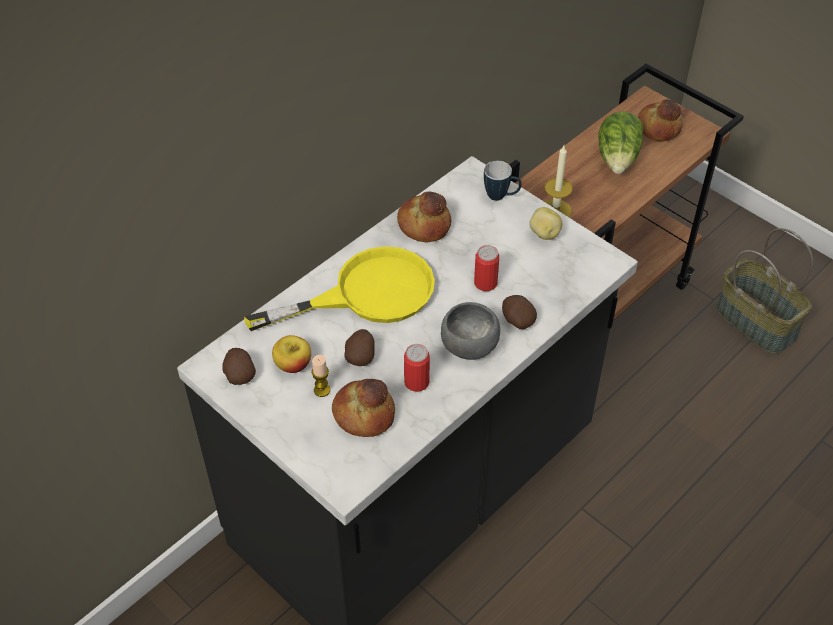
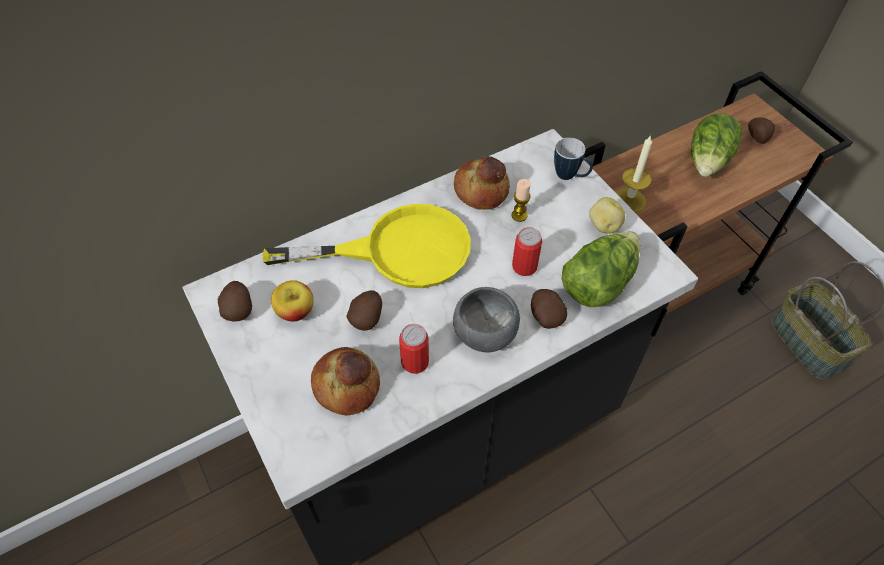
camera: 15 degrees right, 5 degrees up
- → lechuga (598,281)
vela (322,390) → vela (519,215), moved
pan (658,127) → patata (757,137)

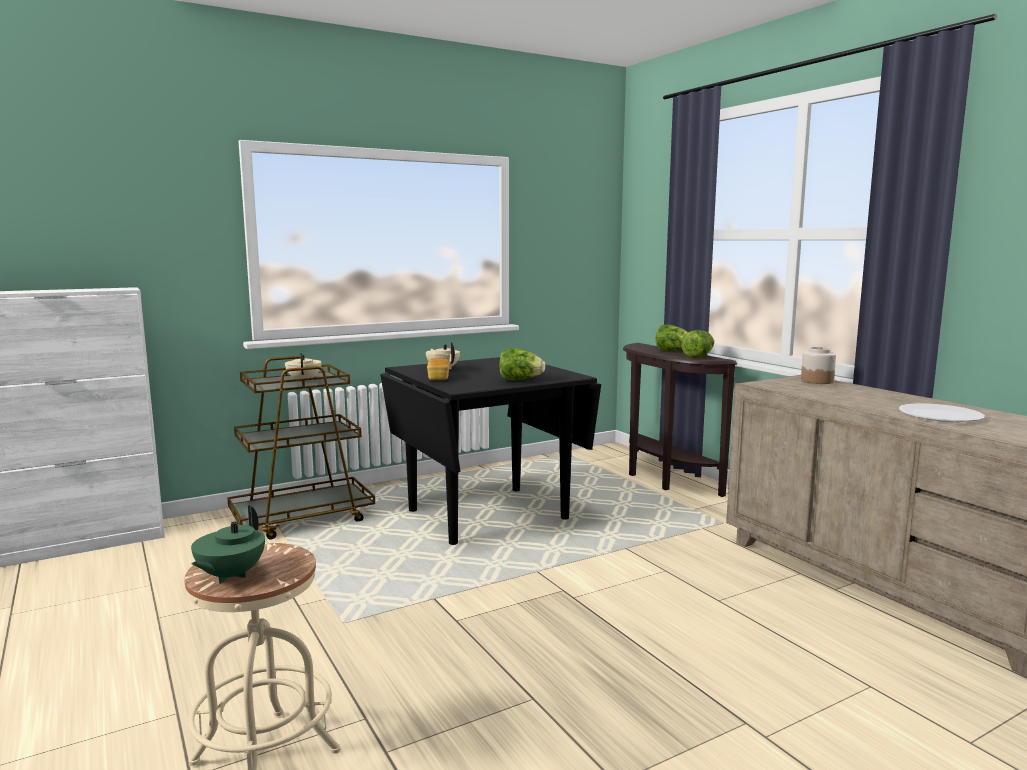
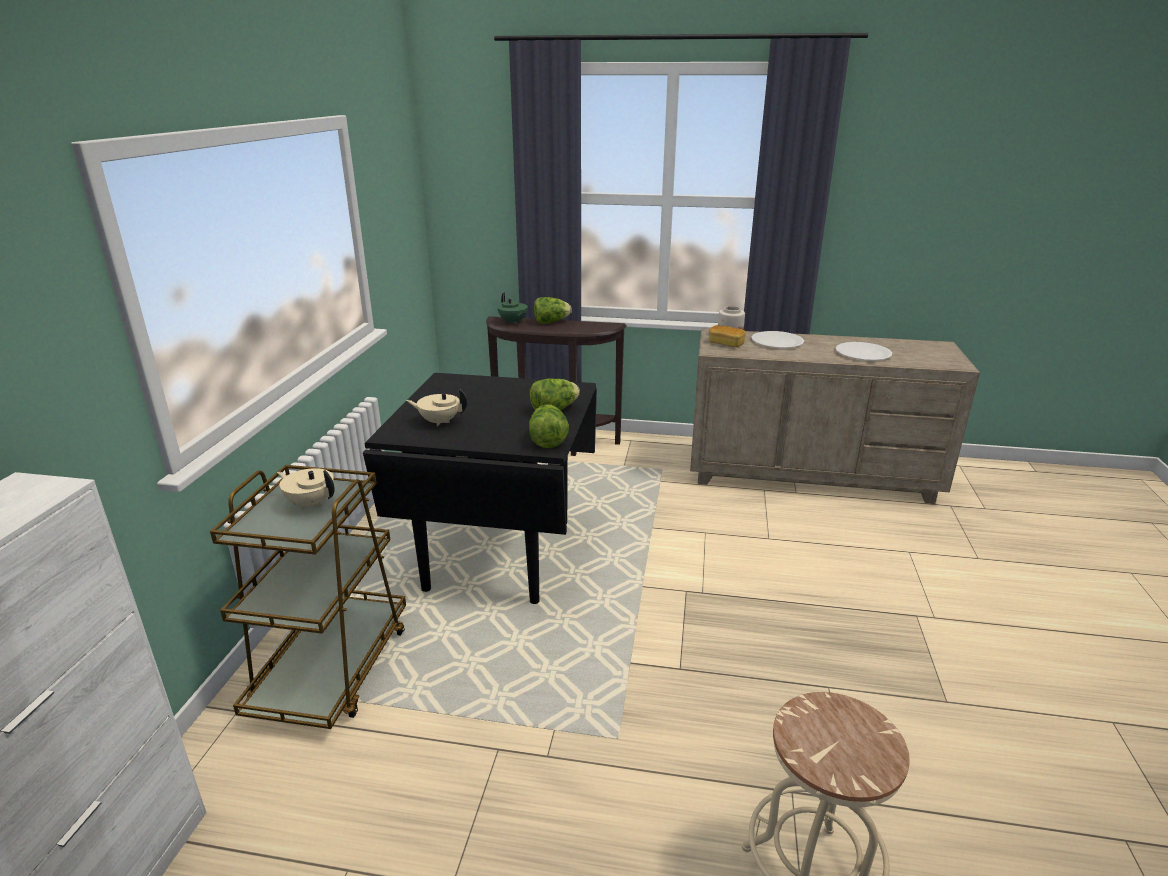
camera: 50 degrees left, 15 degrees up
- → plato [blanco] (777,341)
tetera [verde] (230,576) → tetera [verde] (513,322), moved
pan (438,378) → pan (726,344), moved
lechuga (698,356) → lechuga (547,440), moved

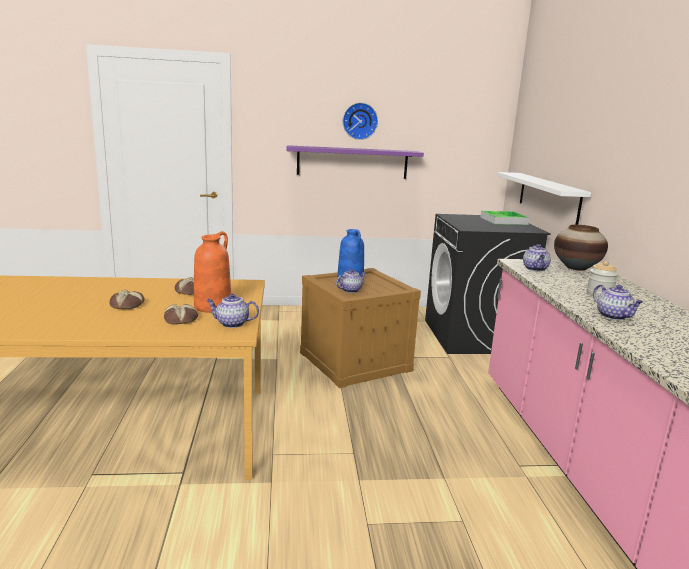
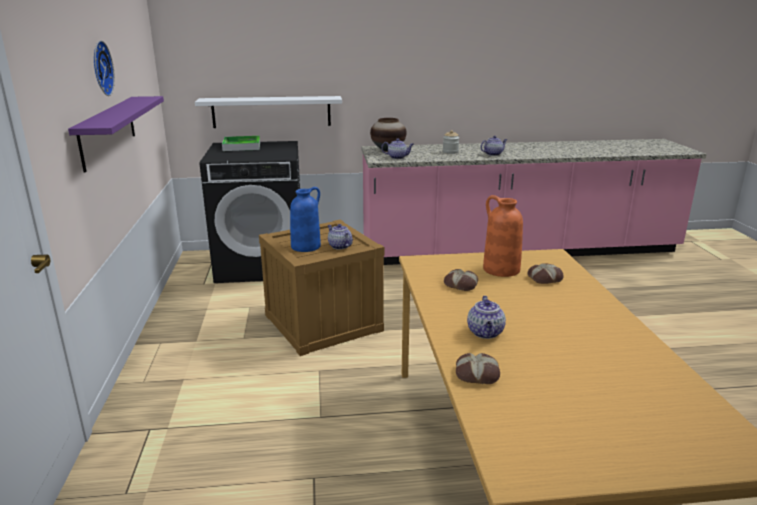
camera: 90 degrees left, 5 degrees up
pan (128,305) → pan (477,373), moved
tetera (231,324) → tetera (485,333), moved

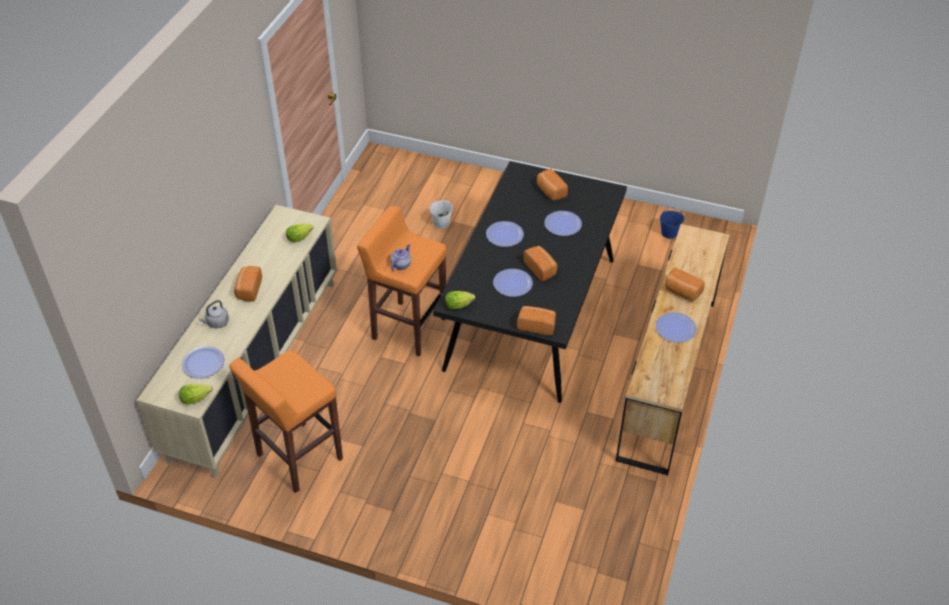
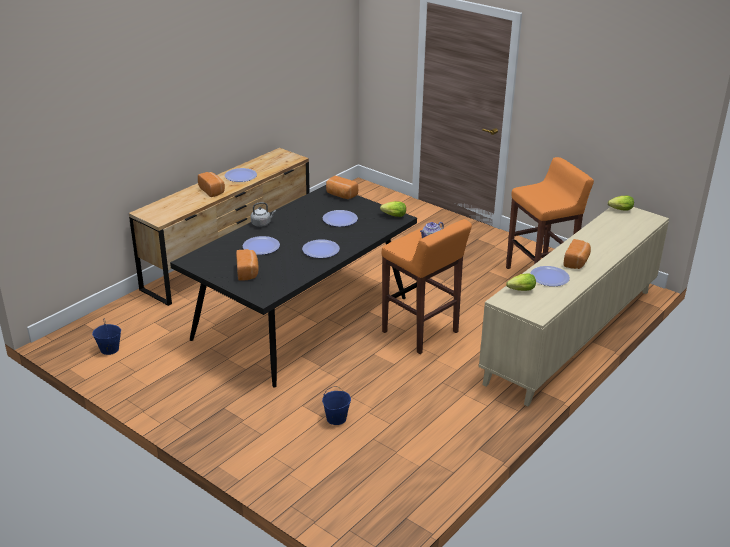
camera: 160 degrees left, 15 degrees down
pan (541,269) → -
plato (203,363) → plato (549,277), moved
hervidor [gris] (217,323) → hervidor [gris] (262,223), moved
cubo [blanco] (441,223) → cubo [azul] (336,419)

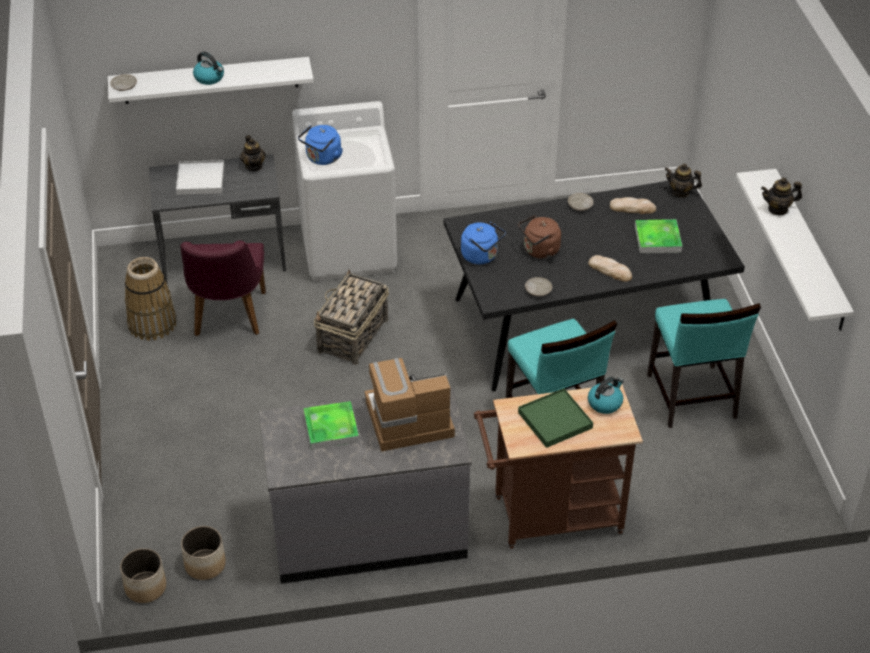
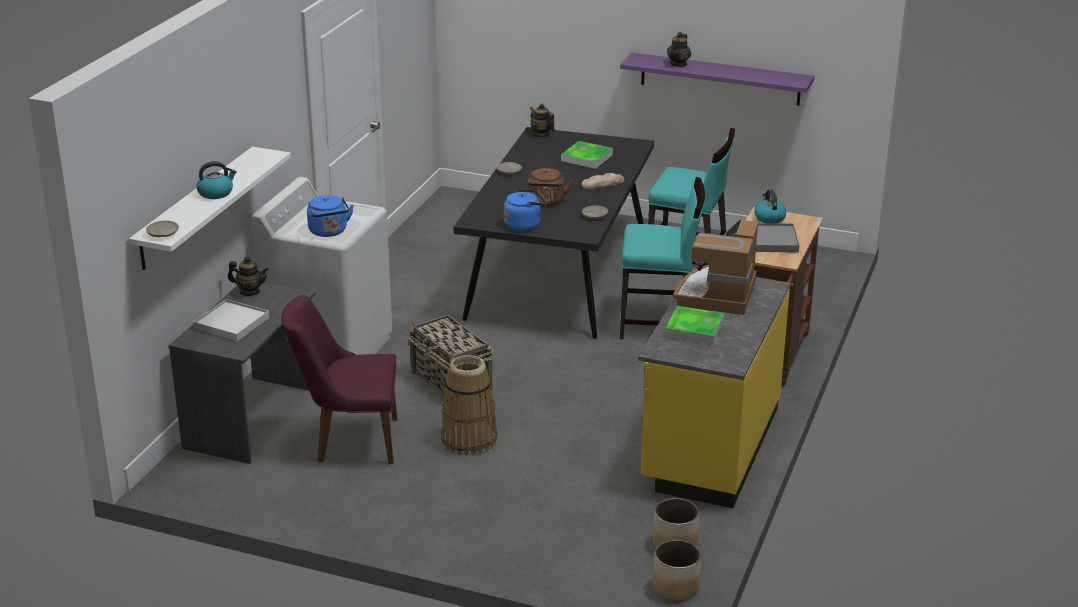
camera: 60 degrees left, 15 degrees down
pan (632,208) → -
cesta (152,323) → cesta (468,440), moved
mueble bajo de cocina [gris] (368,533) → mueble bajo de cocina [amarillo] (709,446)
bandeja [verde] (554,420) → bandeja [gris] (770,241)
estante [blanco] (810,250) → estante [morado] (720,79)
silla [morado] (227,319) → silla [morado] (348,441), 150 degrees clockwise
tetera (680,192) → tetera (541,134), 90 degrees clockwise

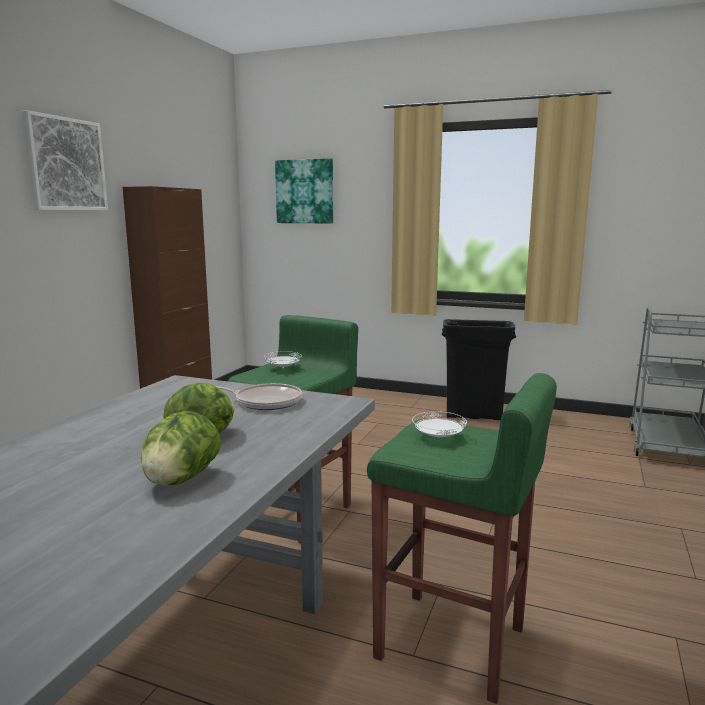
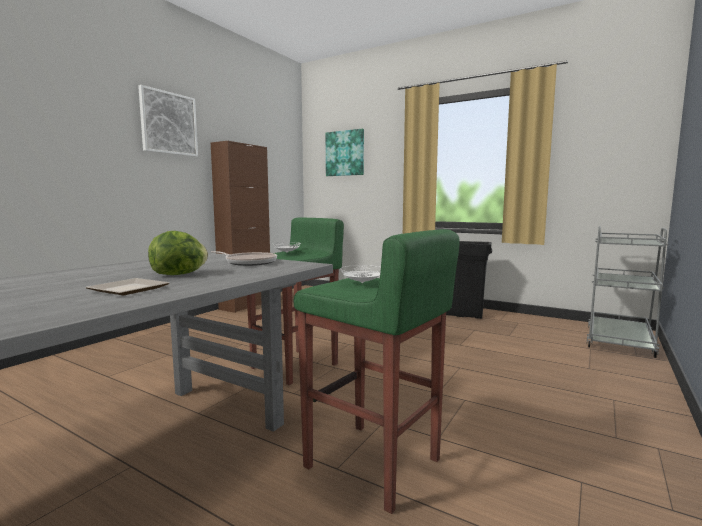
camera: 10 degrees right, 5 degrees down
lechuga (181,480) → plato (132,289)

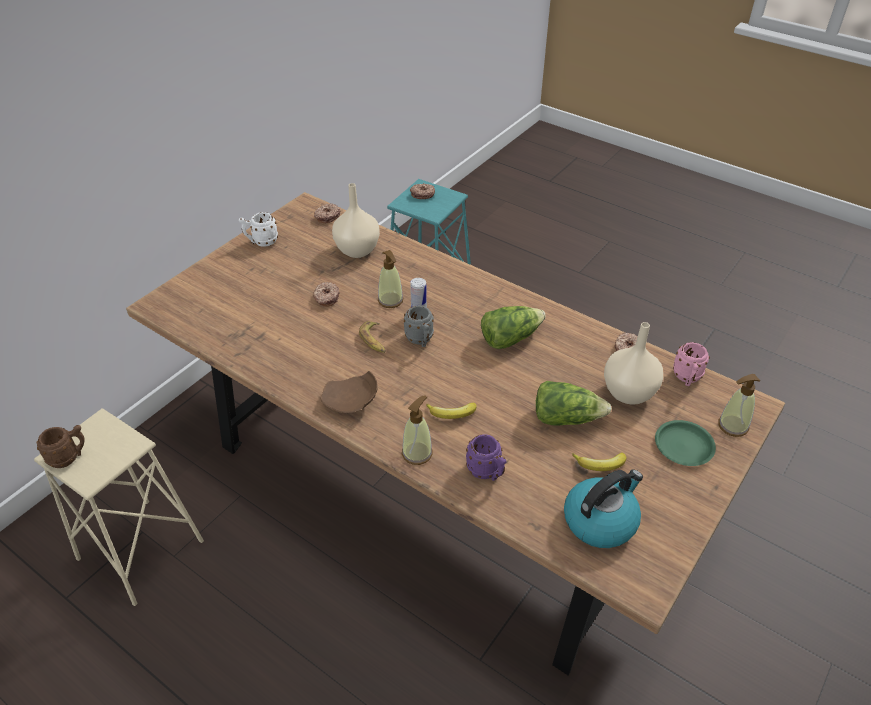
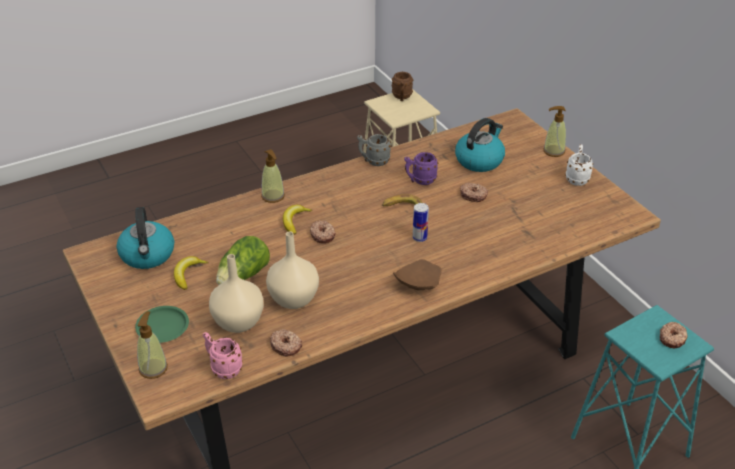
camera: 115 degrees right, 5 degrees down
lechuga (510,338) → -
- → hervidor (479,160)
rosquilla (327,216) → rosquilla (323,235), moved
plato [marrón] (351,402) → plato [marrón] (417,283), moved
florero [beis] (357,250) → florero [beis] (295,299), moved
dispensador de jabón (390,300) → dispensador de jabón (553,151), moved
taza grande [gris] (420,340) → taza grande [gris] (373,161), moved
taza grande [morado] (487,473) → taza grande [morado] (420,180), moved

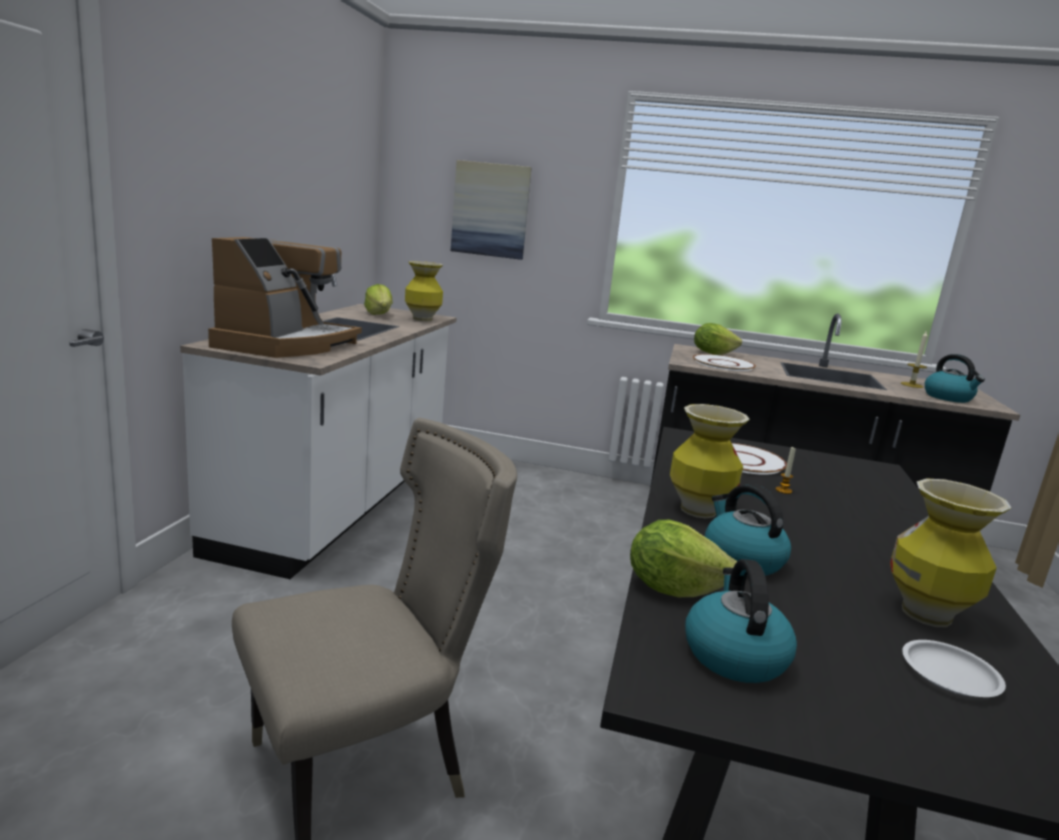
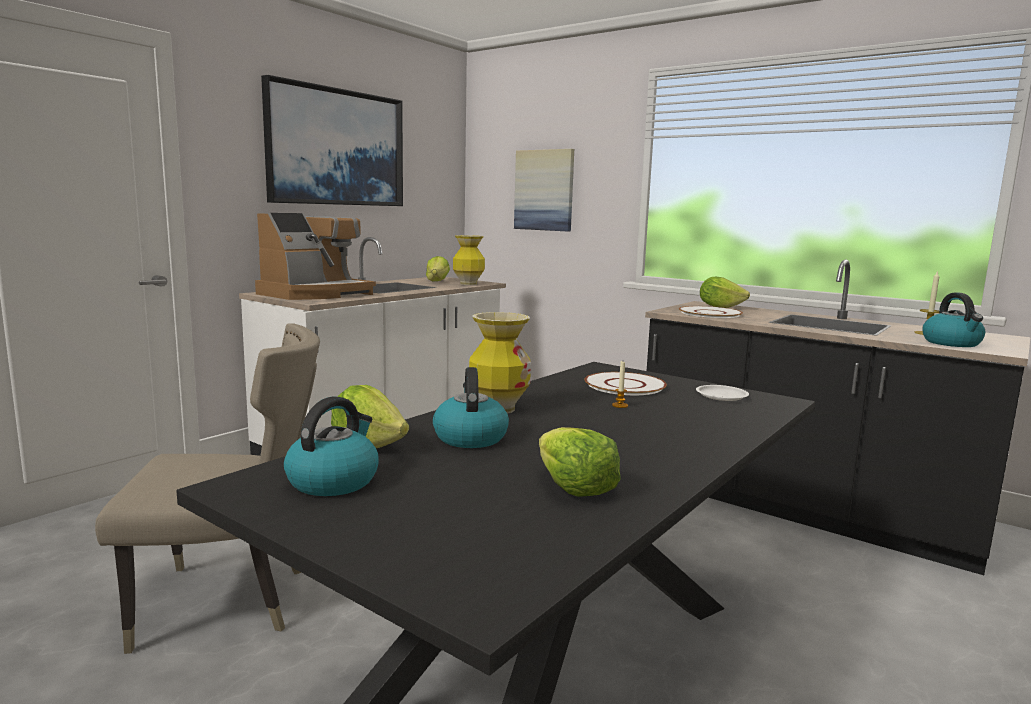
camera: 25 degrees right, 5 degrees down
- → cuadro (336,147)
plato [blanco] (949,674) → plato [blanco] (721,396), moved
florero (926,614) → lechuga (574,487)

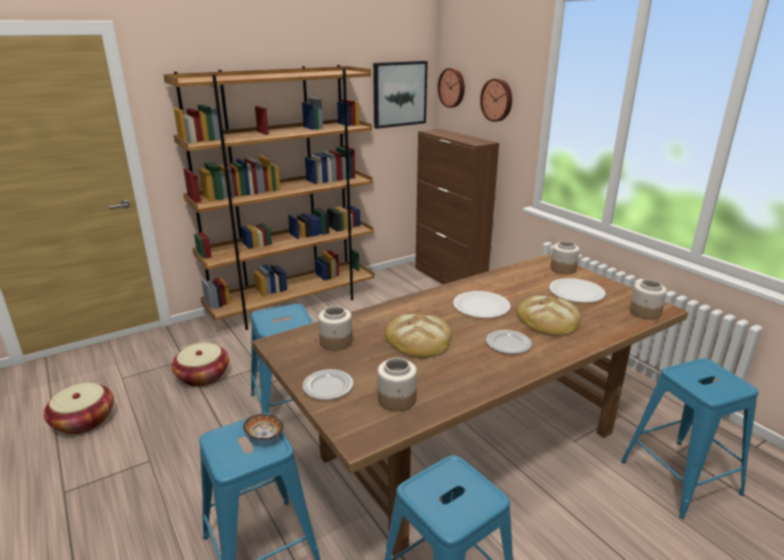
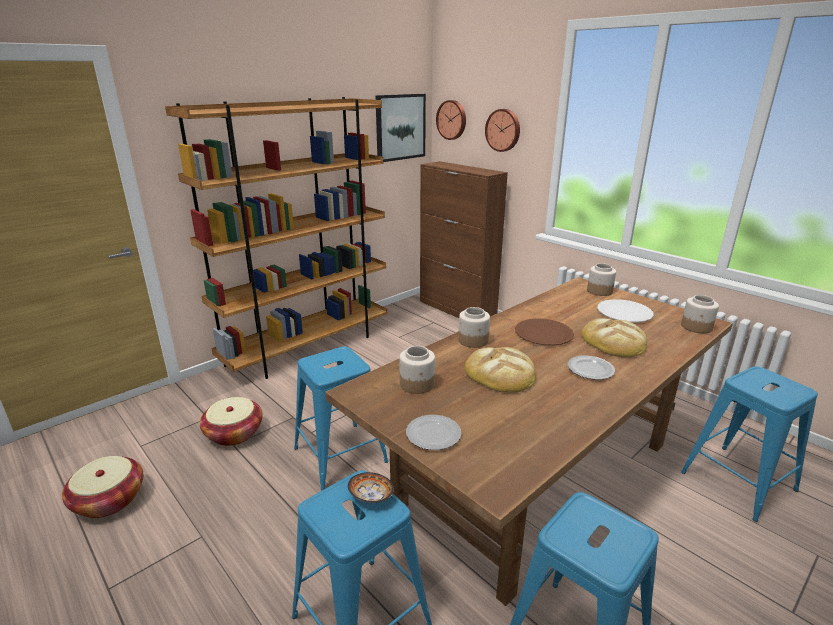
camera: 10 degrees left, 0 degrees up
tarro (397,399) → tarro (473,341), moved
plato [blanco] (481,306) → plato [marrón] (543,334)

